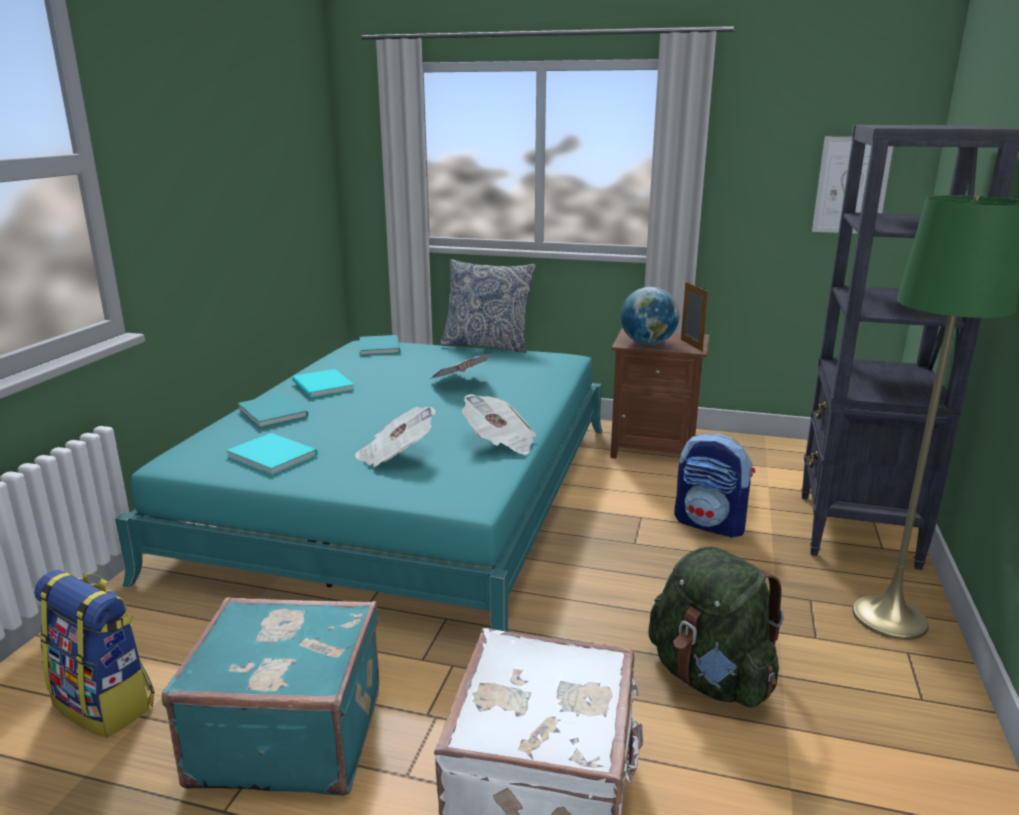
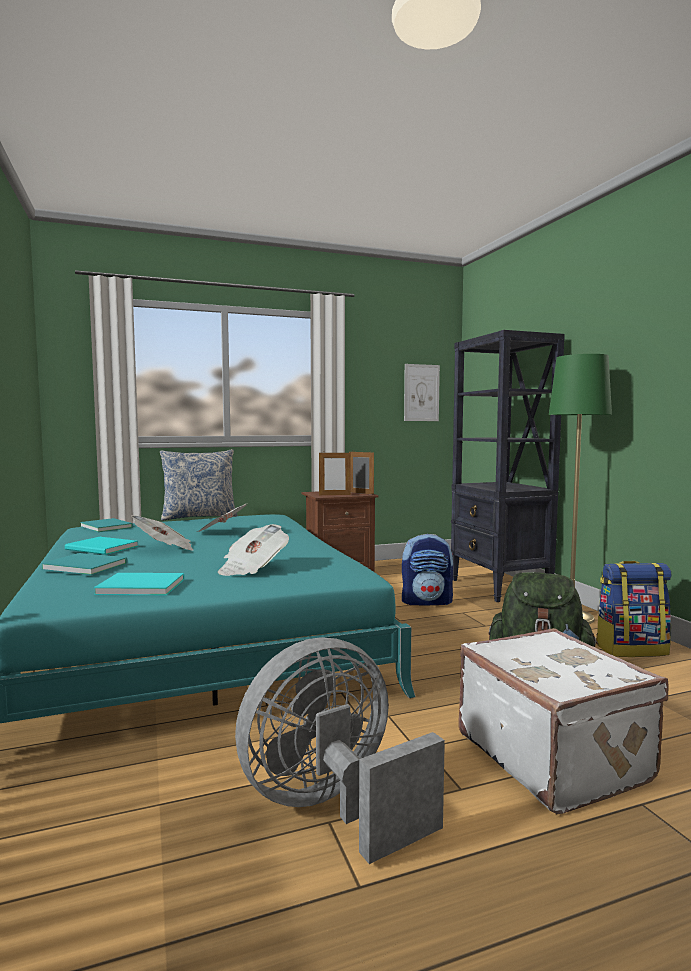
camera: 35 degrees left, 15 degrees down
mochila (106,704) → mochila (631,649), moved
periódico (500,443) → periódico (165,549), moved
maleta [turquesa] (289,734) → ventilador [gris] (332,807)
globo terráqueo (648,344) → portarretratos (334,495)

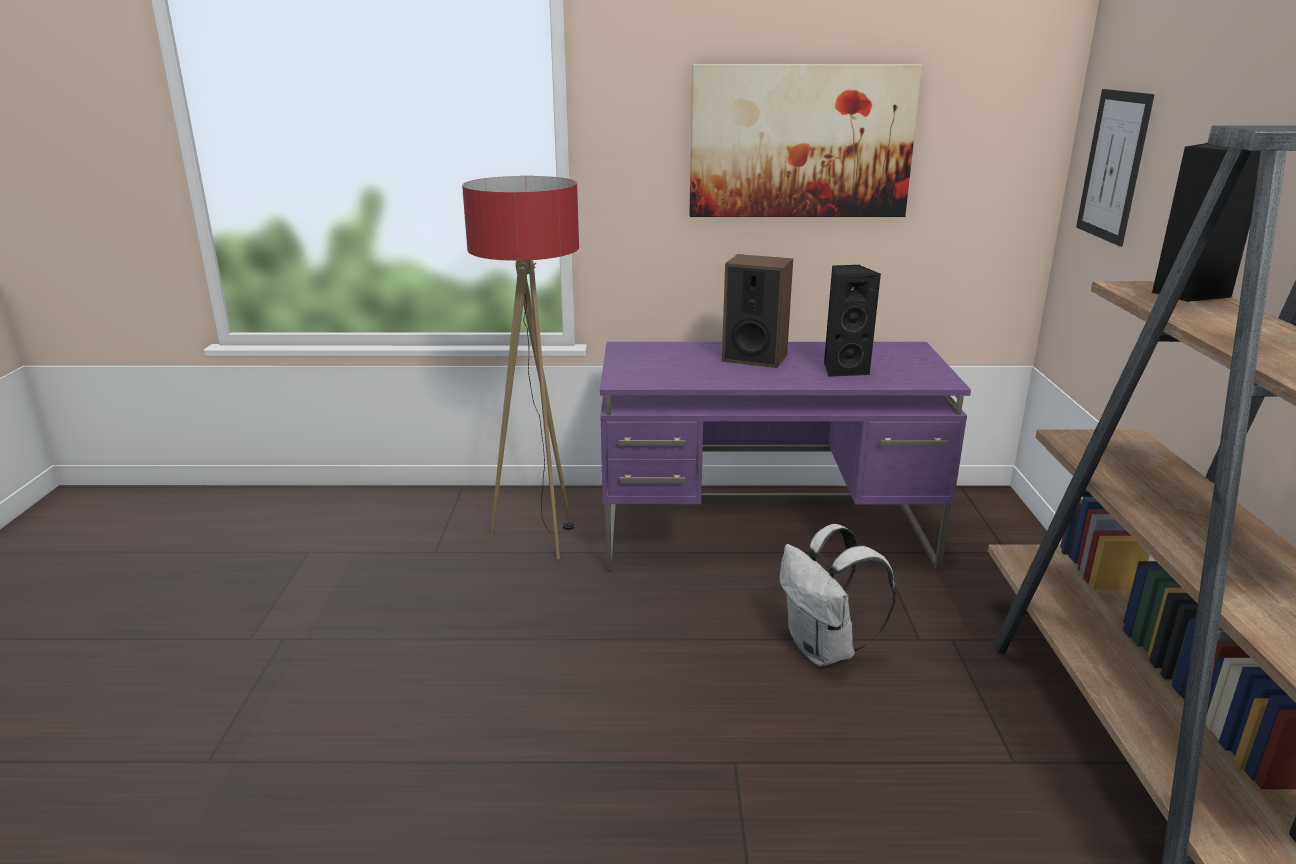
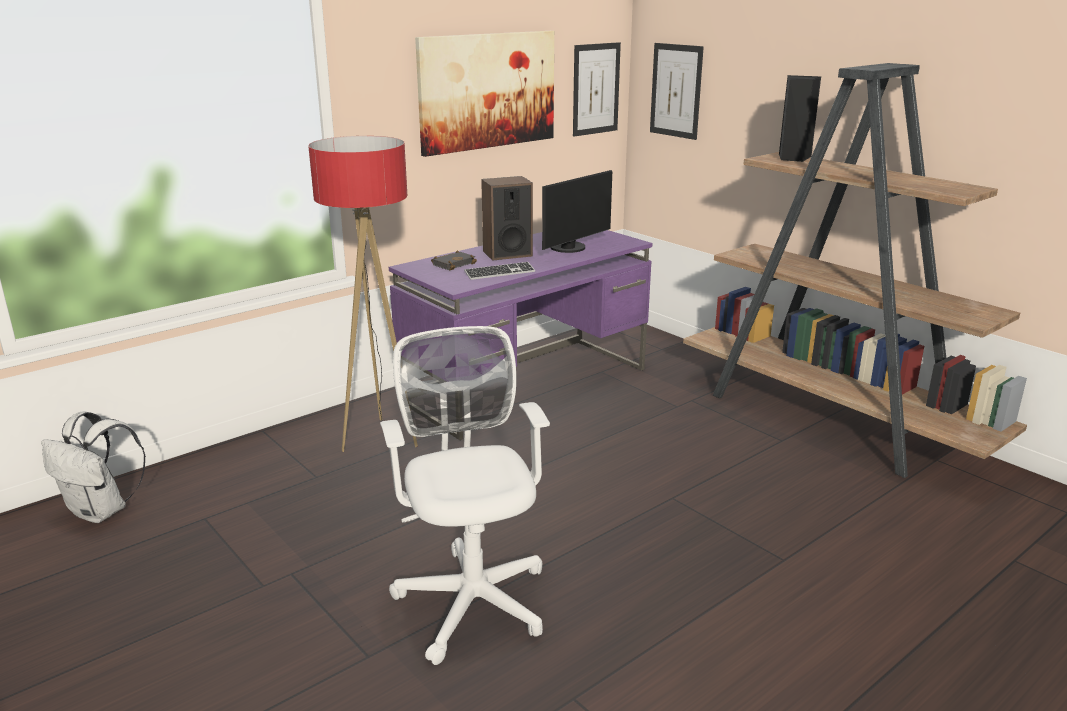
camera: 40 degrees left, 0 degrees up
- → silla de oficina [blanco] (472,597)
- → libro [negro] (453,264)
- → teclado (500,273)
- → cuadro (596,89)
mochila [blanco] (825,650) → mochila [blanco] (102,511), moved
altavoz [negro] (843,370) → monitor (571,248)

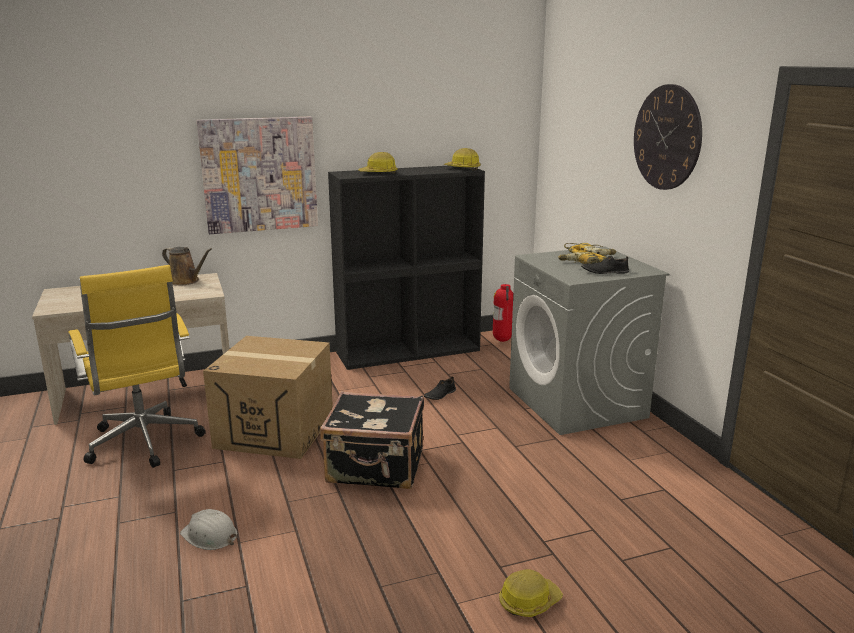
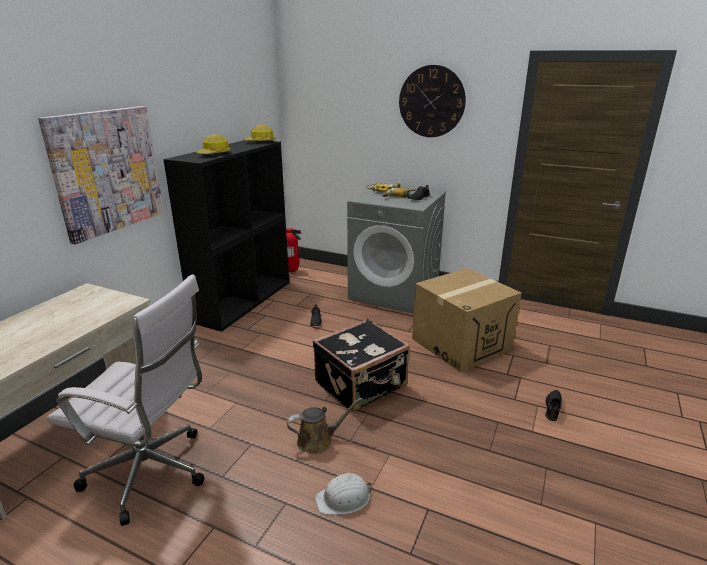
camera: 45 degrees left, 5 degrees up
regadera [marrón] (186,281) → regadera [marrón] (318,441), moved
caja de cartón (275,430) → caja de cartón (461,344), moved
casco (528,601) → zapato [negro] (553,407)
silla de oficina [amarillo] (145,444) → silla de oficina [blanco] (152,473)

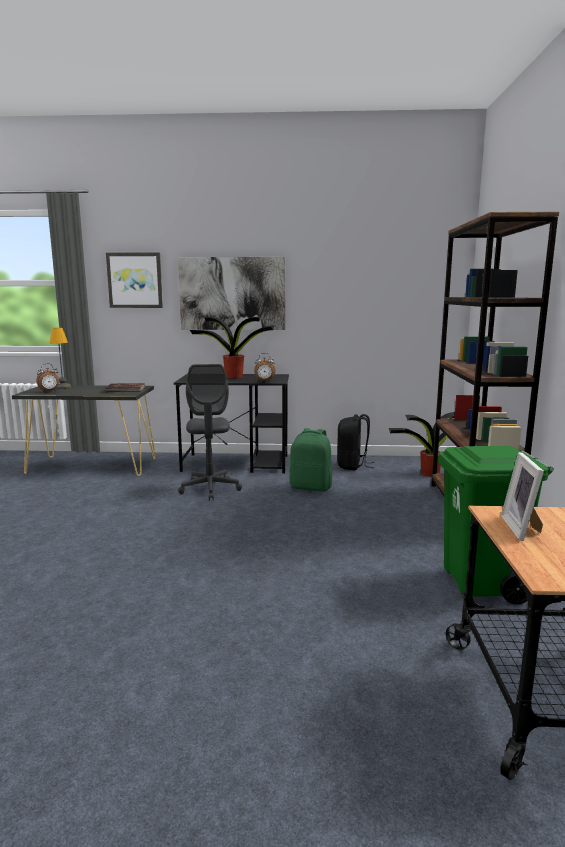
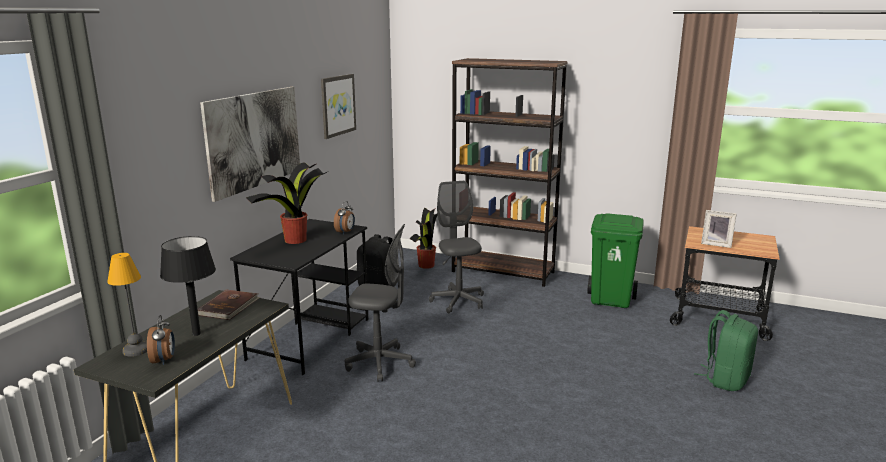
camera: 70 degrees left, 5 degrees up
- → lámpara de mesa [negro] (197,334)
- → silla de oficina [gris] (458,301)
cuadro (135,280) → cuadro (337,105), moved
mochila [verde] (311,487) → mochila [verde] (725,379), moved

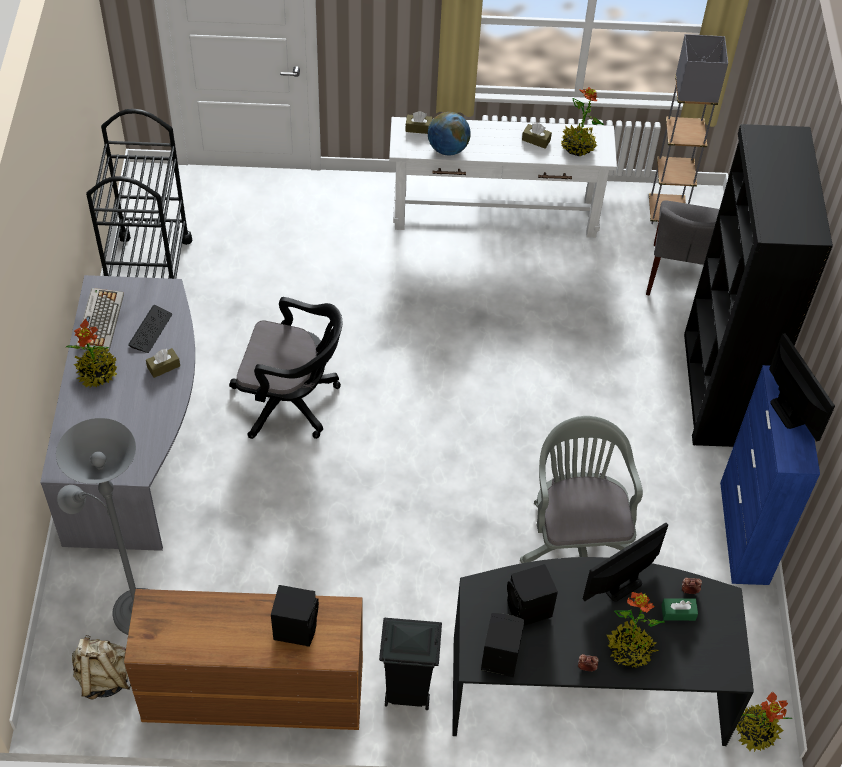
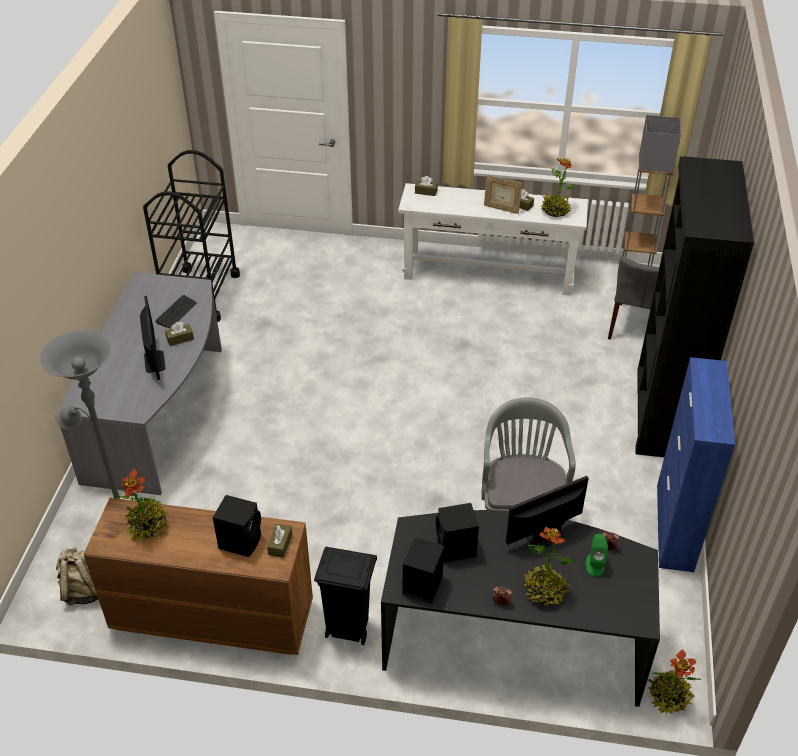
camera: 10 degrees right, 10 degrees down
teclado (99,320) → -
silla de oficina [negro] (291,402) → -
globo terráqueo (448,149) → -
- → caja de pañuelos [marrón] (280,544)
- → portarretratos (501,208)
planta en maceta (97,372) → planta en maceta (148,526), moved
monitor (788,411) → monitor (154,361), moved
caja de pañuelos [verde] (678,612) → altavoz [verde] (595,564)

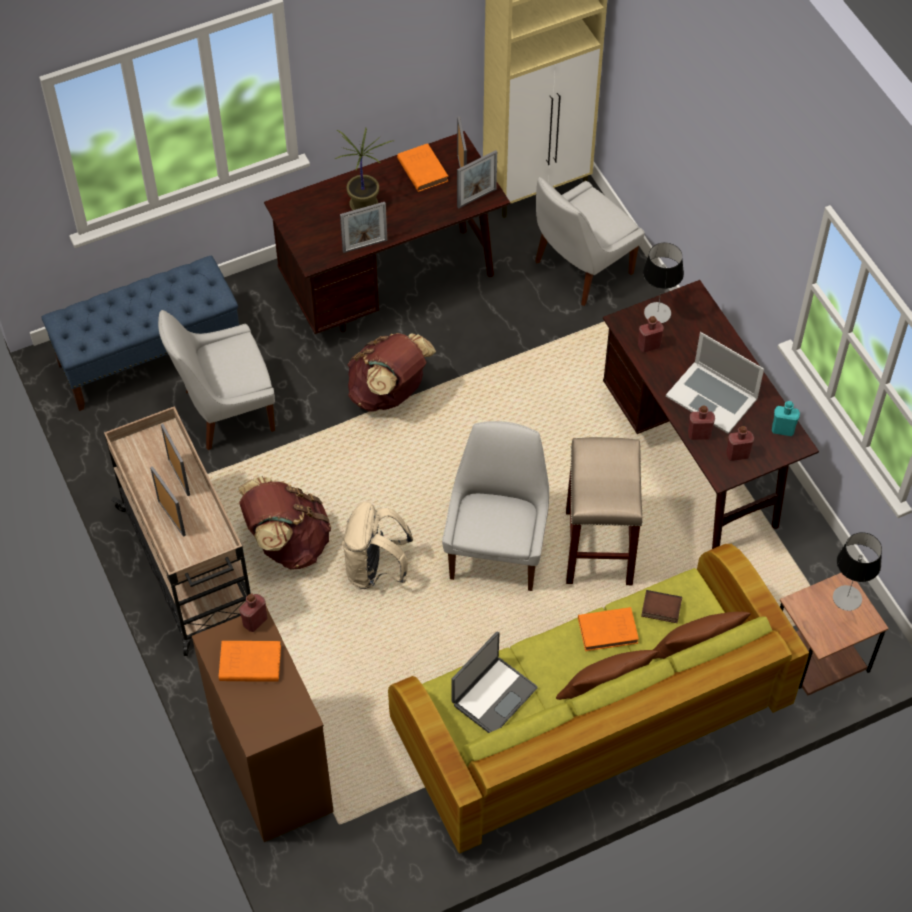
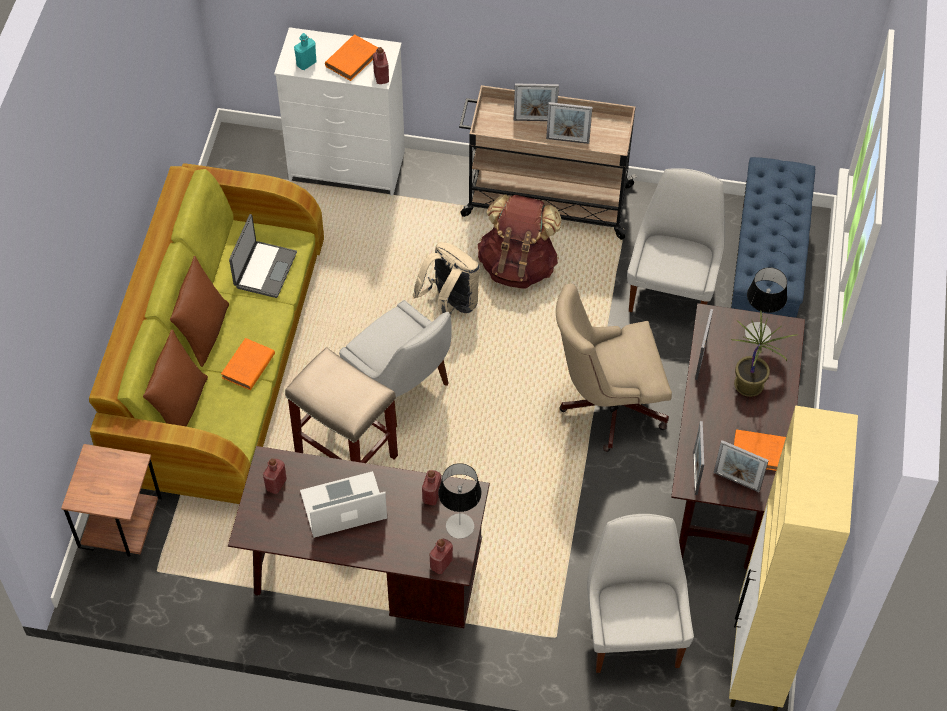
camera: 125 degrees right, 0 degrees up
libro (660,609) → -
botella [rojo] (699,434) → botella [rojo] (441,564), moved
botella [turquesa] (782,430) → botella [turquesa] (306,63), moved
lámpara de mesa (847,598) → lámpara de mesa (758,333), moved
mochila [marrón] (389,393) → silla de oficina [beis] (606,405)
cómoda [marrón] (272,769) → cómoda [blanco] (348,165)
portátil (493,695) → portátil (264,270), 150 degrees counterclockwise

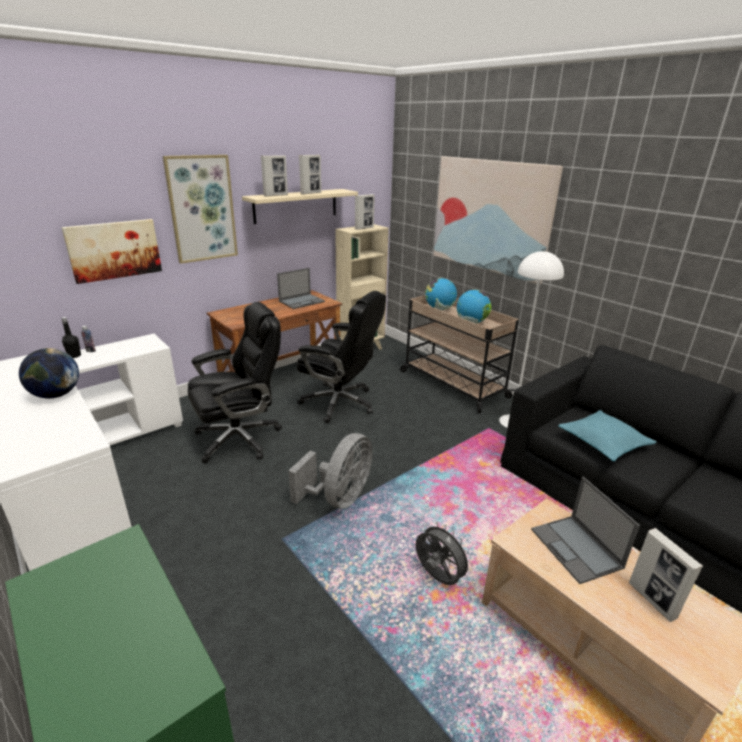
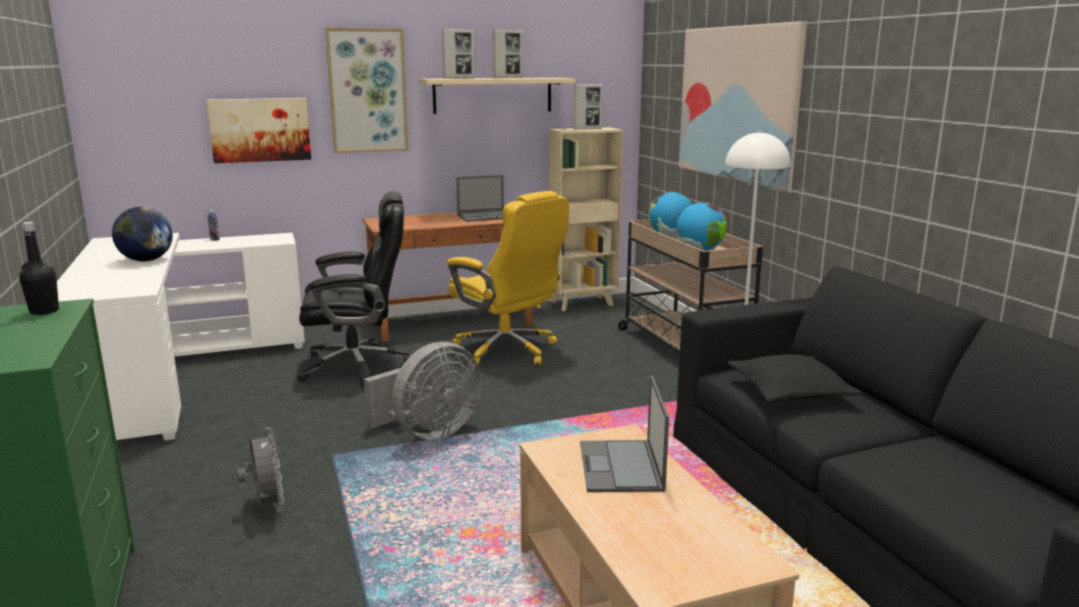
camera: 20 degrees right, 10 degrees down
portarretratos (652,600) → -
botella [negro] (74,356) → botella [negro] (44,311), moved
ventilador [gris] (437,577) → ventilador [gris] (267,507), moved
silla de oficina [negro] (340,403) → silla de oficina [amarillo] (507,350)
cojín [turquesa] (603,442) → cojín [negro] (790,392)

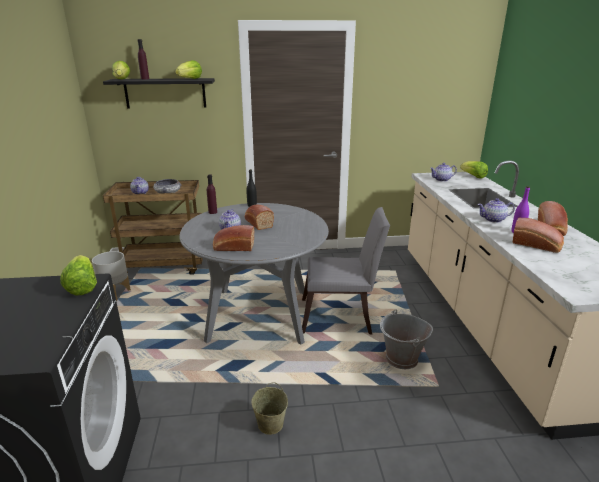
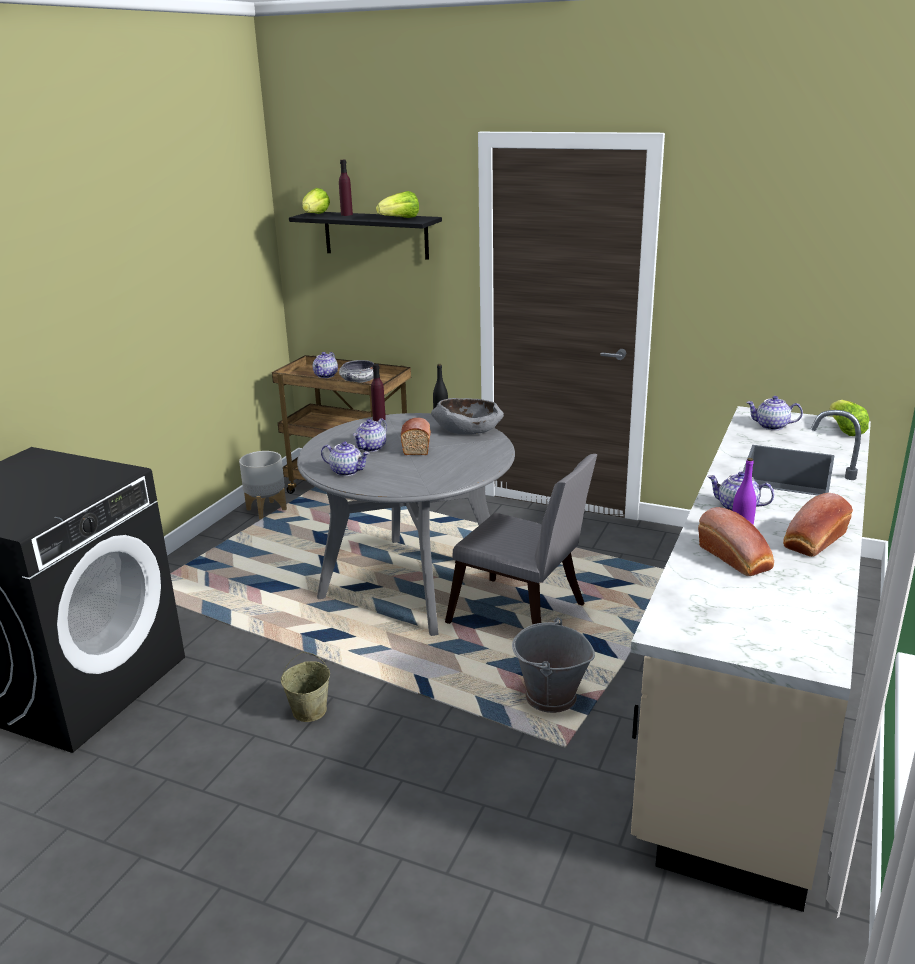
camera: 30 degrees right, 0 degrees up
lechuga (82,286) → -
- → cuenco [gris] (468,430)
pan (233,247) → tetera (347,471)

